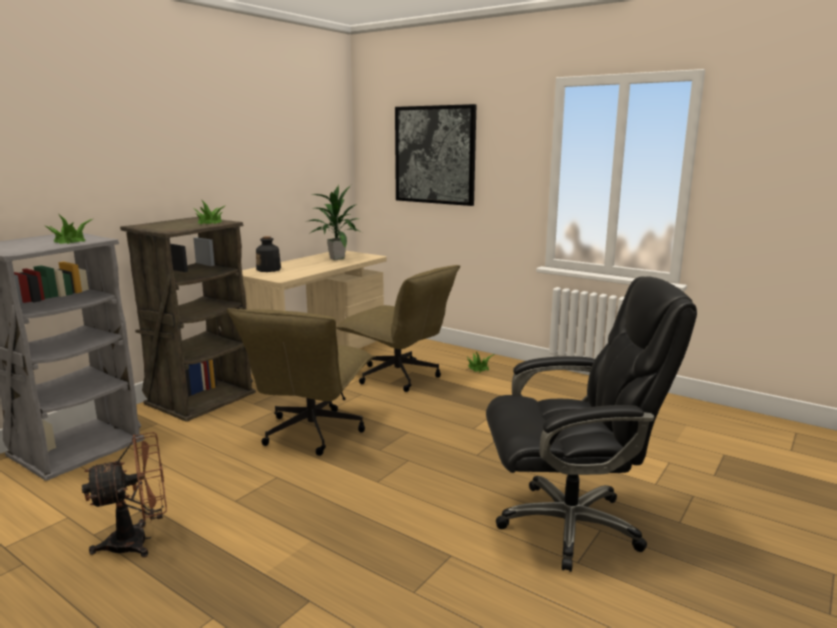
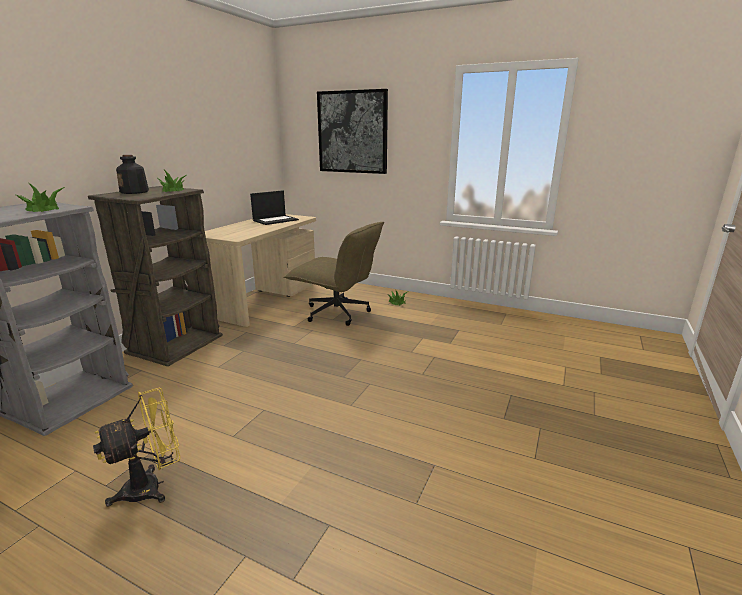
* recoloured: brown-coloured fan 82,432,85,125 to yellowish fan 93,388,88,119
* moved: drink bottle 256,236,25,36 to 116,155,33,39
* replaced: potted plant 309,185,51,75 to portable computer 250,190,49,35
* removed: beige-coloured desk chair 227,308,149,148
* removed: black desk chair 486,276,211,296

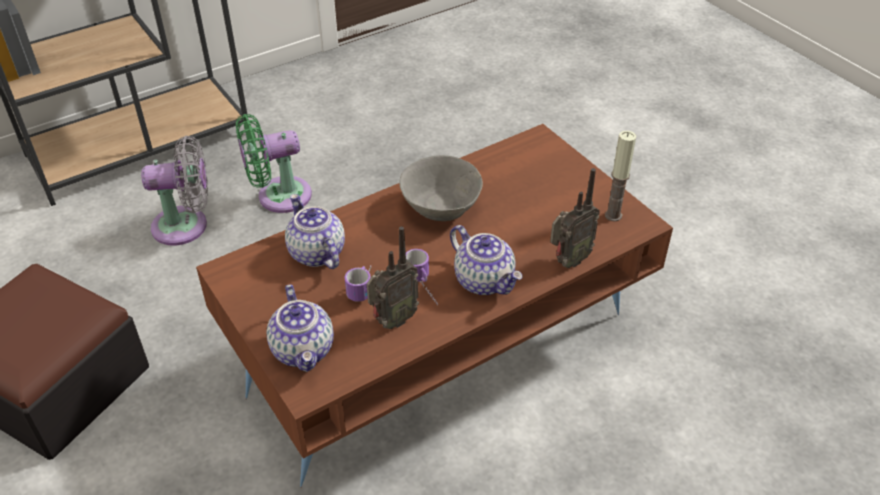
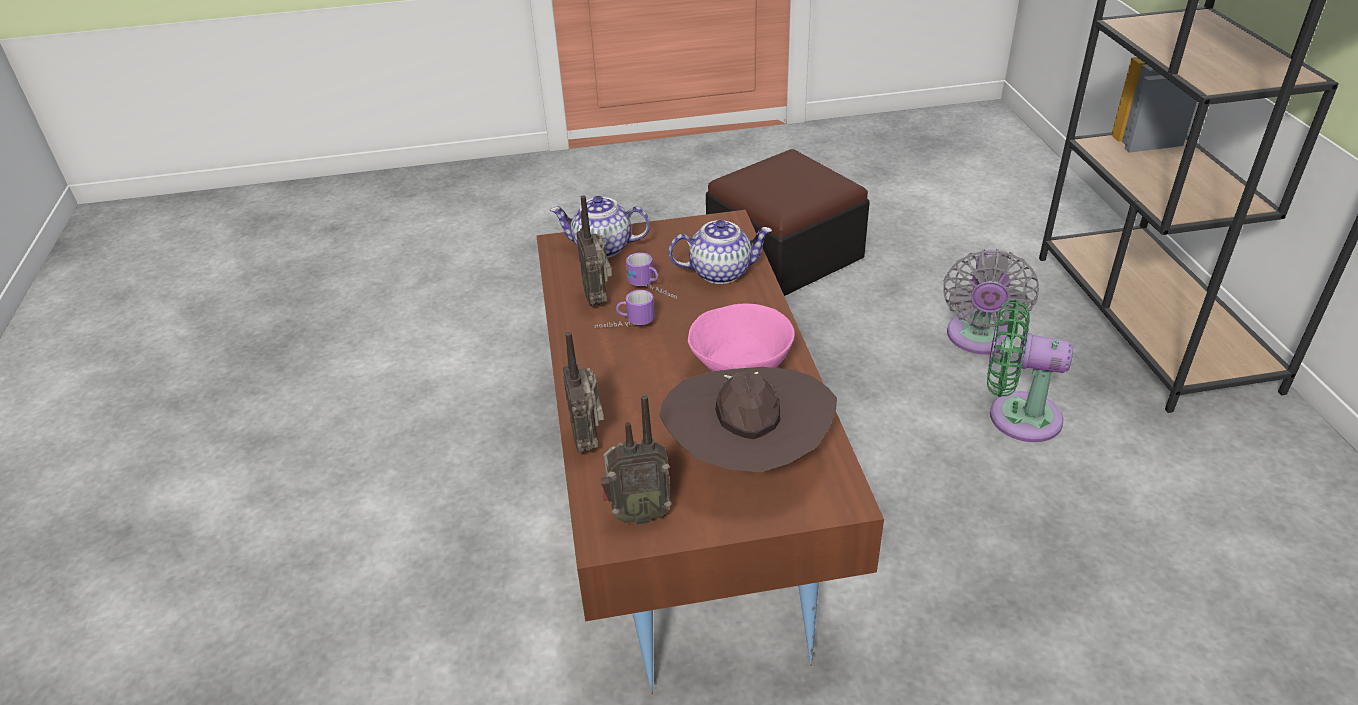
* replaced: wax candle 605,131,31,90 to radio 601,395,71,130
* added: brown-coloured hat 659,367,178,105
* recoloured: greyish serving bowl 399,155,84,66 to pink-coloured serving bowl 688,304,107,67
* turned: green-coloured fan 236,114,76,99 = 987,300,86,142 75 degrees counterclockwise
* removed: teapot 450,225,72,70

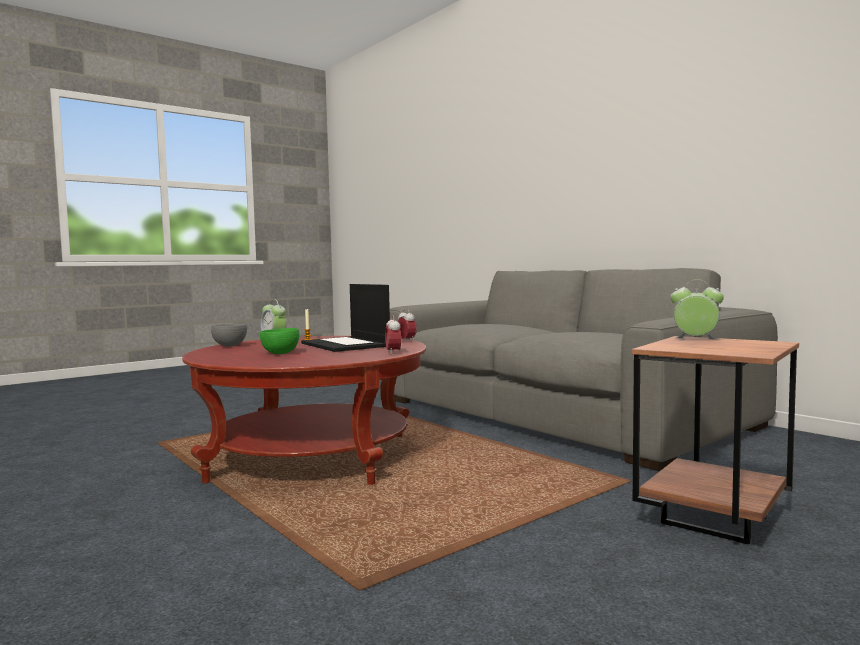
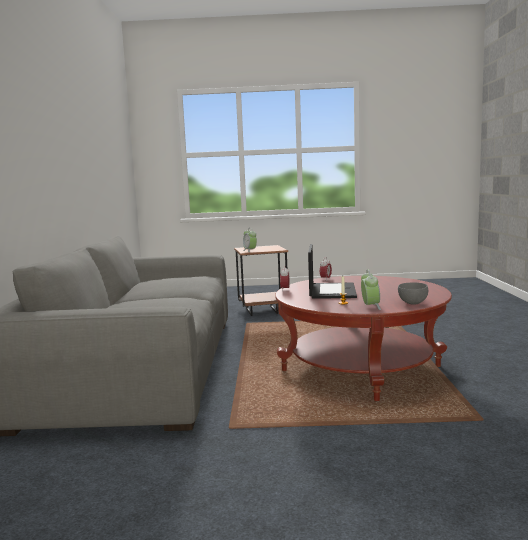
* removed: green-coloured serving bowl 260,328,39,26

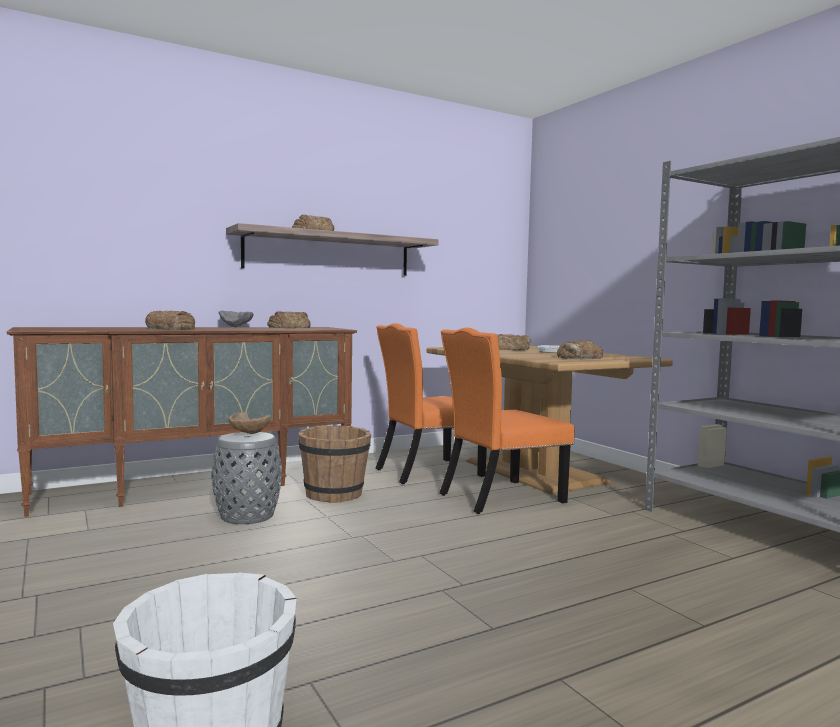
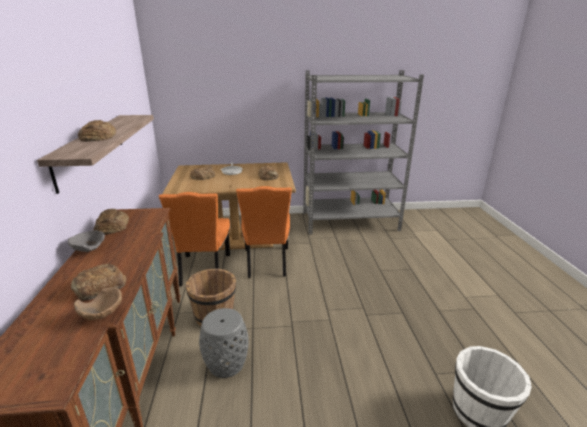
* moved: brown-coloured serving bowl 228,412,43,22 to 74,287,48,33

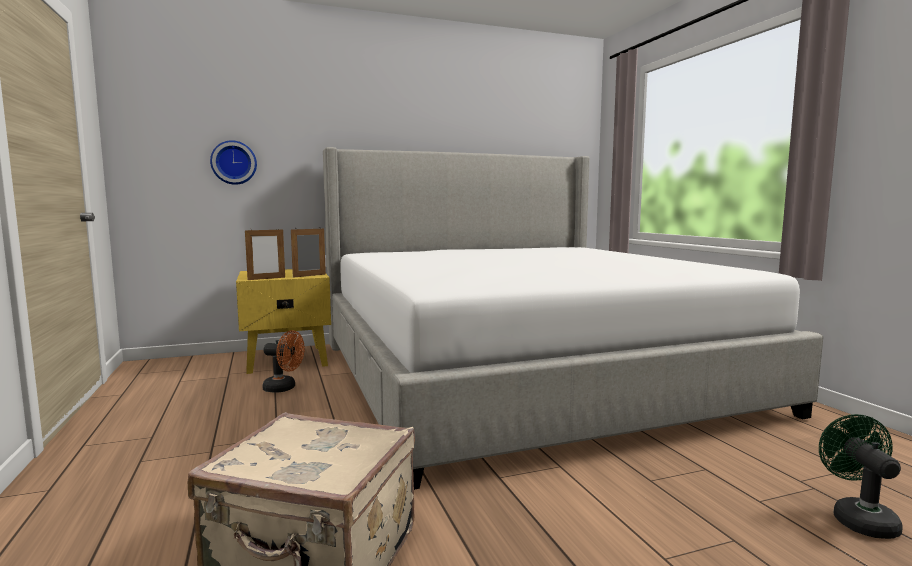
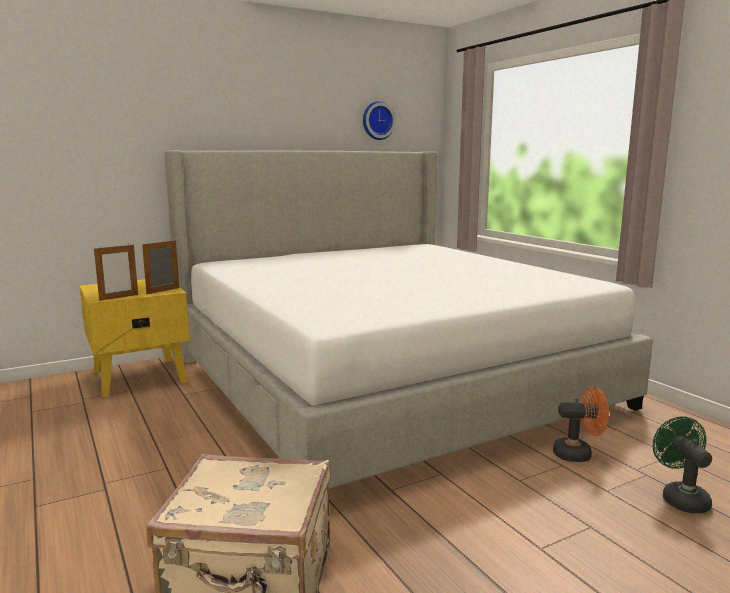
* moved: wall clock 210,140,47,45 to 363,101,32,39
* moved: orange fan 262,330,43,63 to 553,386,56,76

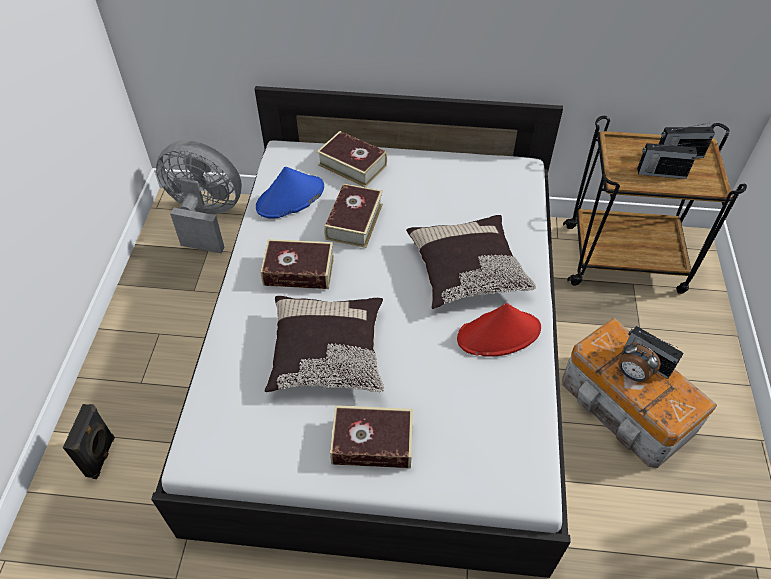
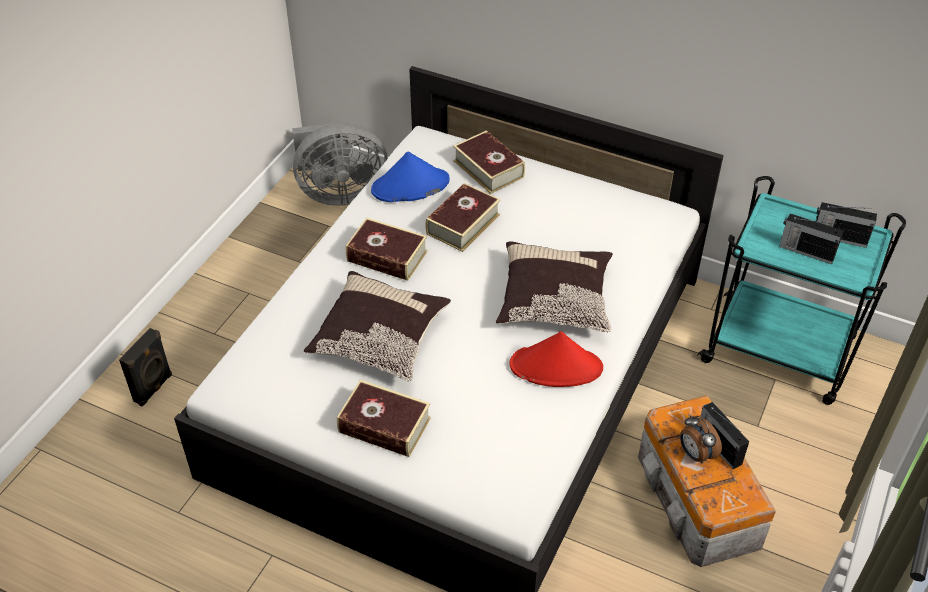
* turned: greyish fan 156,140,86,113 = 292,123,96,83 135 degrees clockwise
* recoloured: brown-coloured trolley 563,116,184,178 to turquoise trolley 697,176,209,229

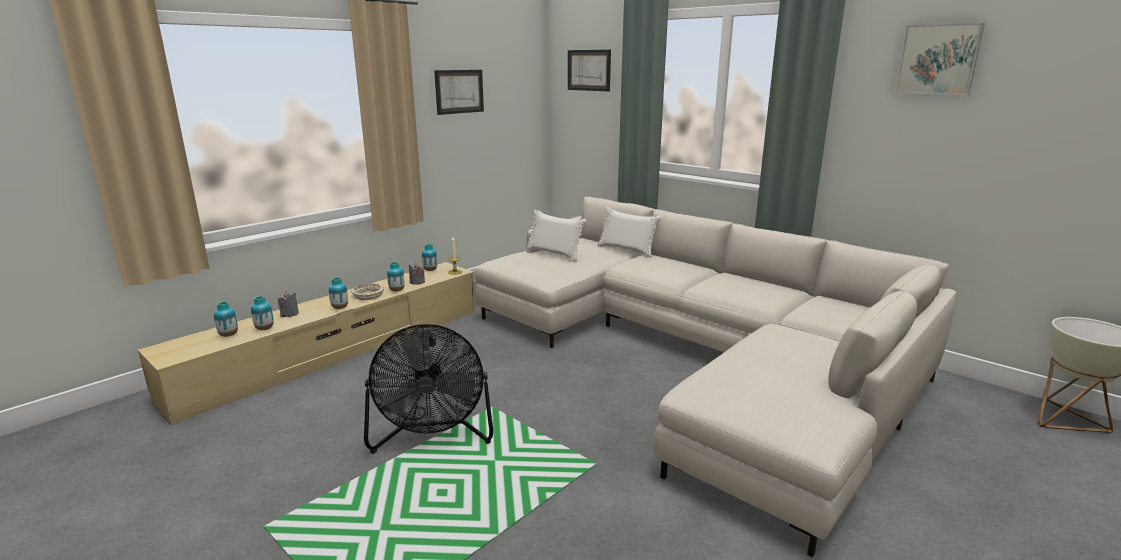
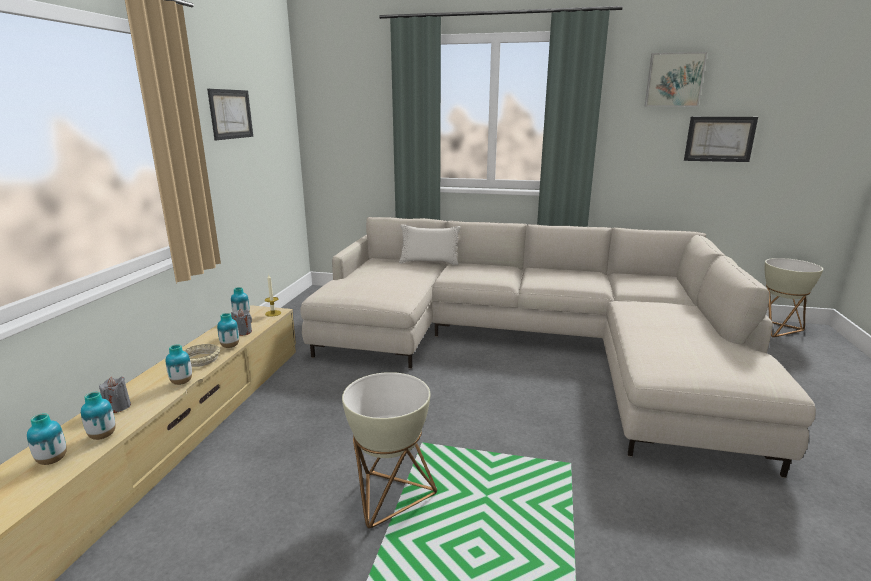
* replaced: black fan 364,324,129,130 to flower pot 342,372,95,156
* moved: wall picture 568,50,43,42 to 684,117,74,45
* removed: whitish pillow 526,210,60,52

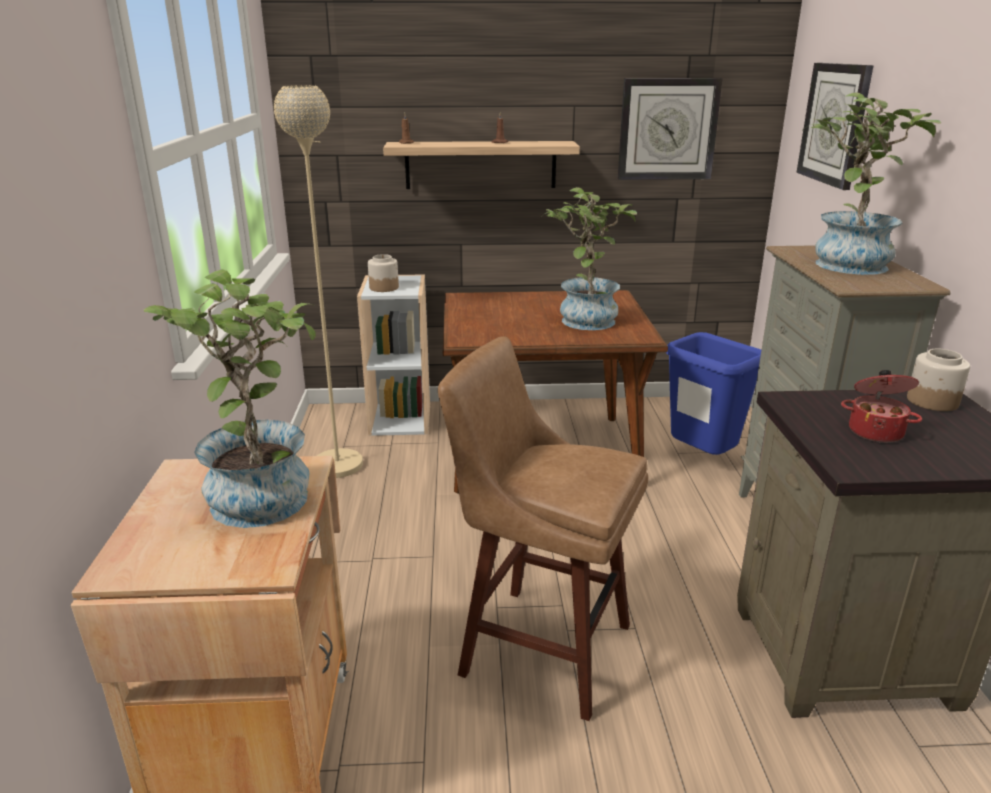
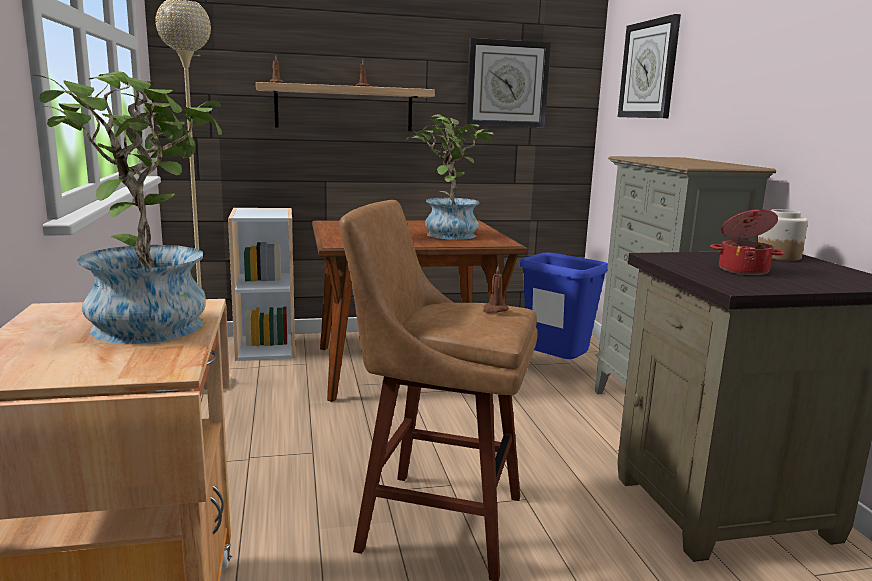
* added: brown-coloured wax candle 483,265,26,48
* removed: jar 368,254,31,38
* removed: potted plant 802,92,139,183

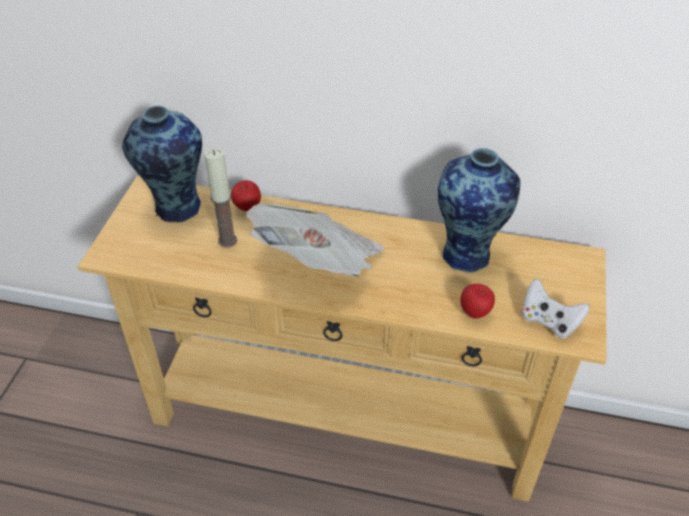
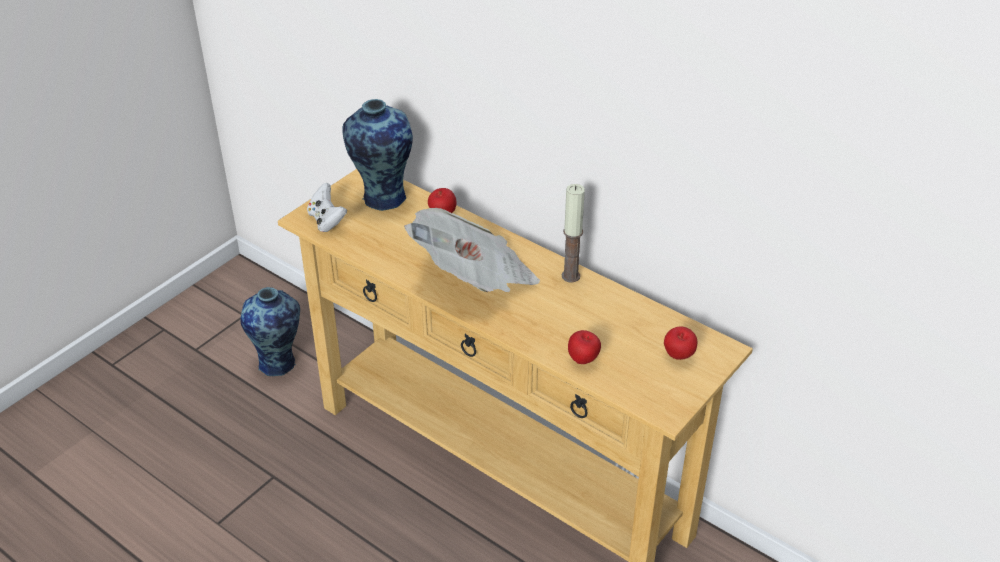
* moved: flower vase 437,148,83,126 to 240,287,60,89
* moved: whitish gamepad 522,278,68,60 to 307,183,40,49
* moved: wax candle 205,148,32,99 to 562,184,23,98
* added: apple fruit 664,327,34,33

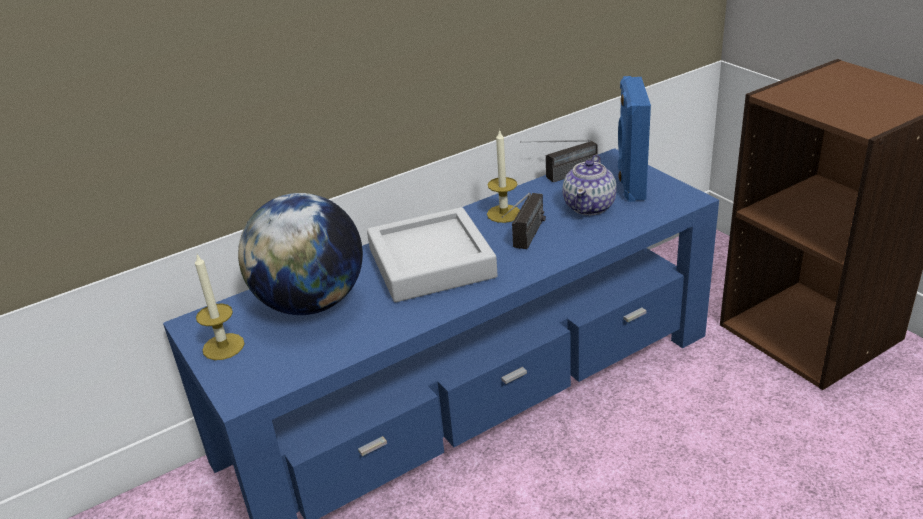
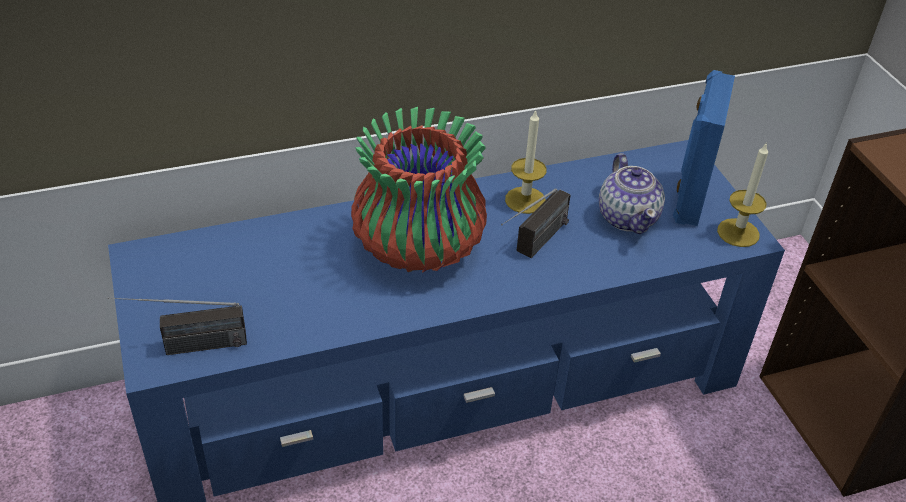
* moved: radio 520,139,78,43 to 107,297,140,58
* replaced: greyish tray 367,207,131,95 to flower vase 351,107,136,165
* turned: teapot 562,155,55,60 = 599,153,66,81 45 degrees counterclockwise
* moved: wax candle 195,254,50,106 to 717,142,51,105
* removed: world globe 238,193,125,122

